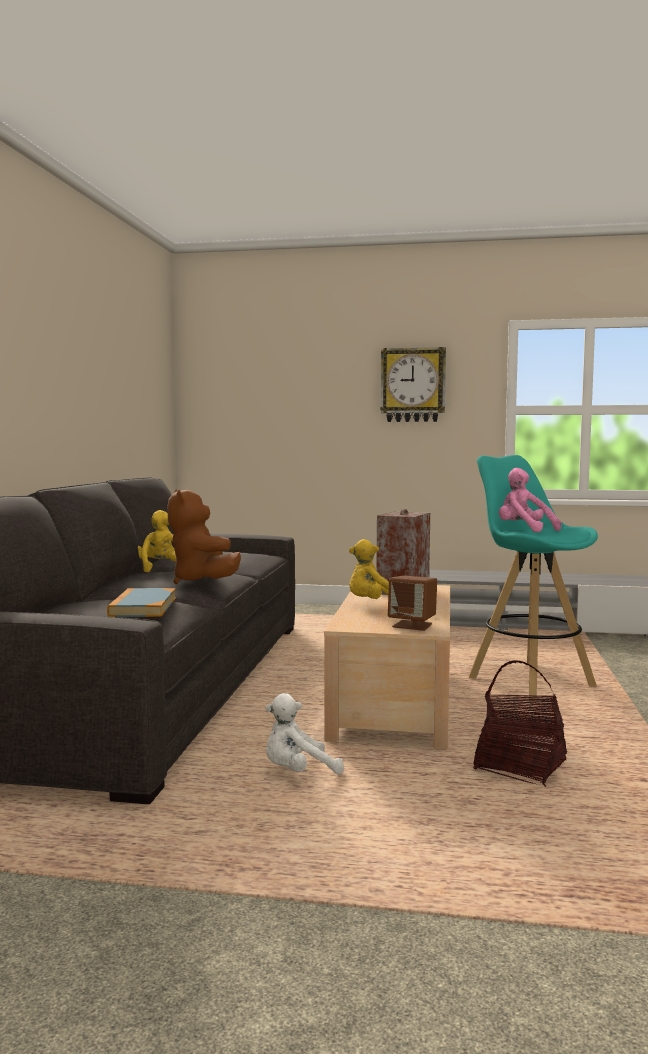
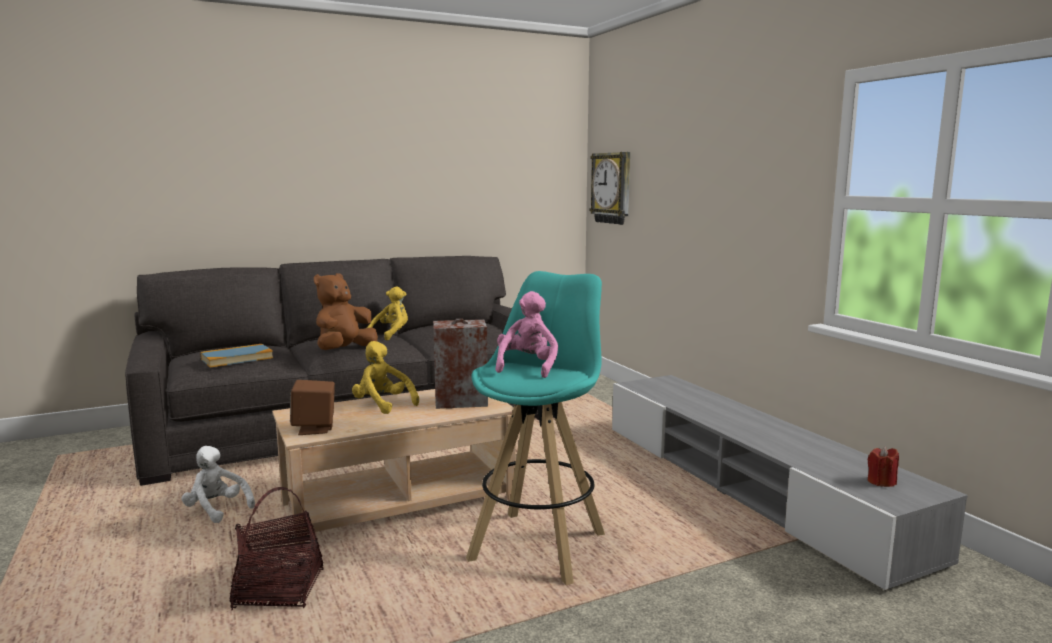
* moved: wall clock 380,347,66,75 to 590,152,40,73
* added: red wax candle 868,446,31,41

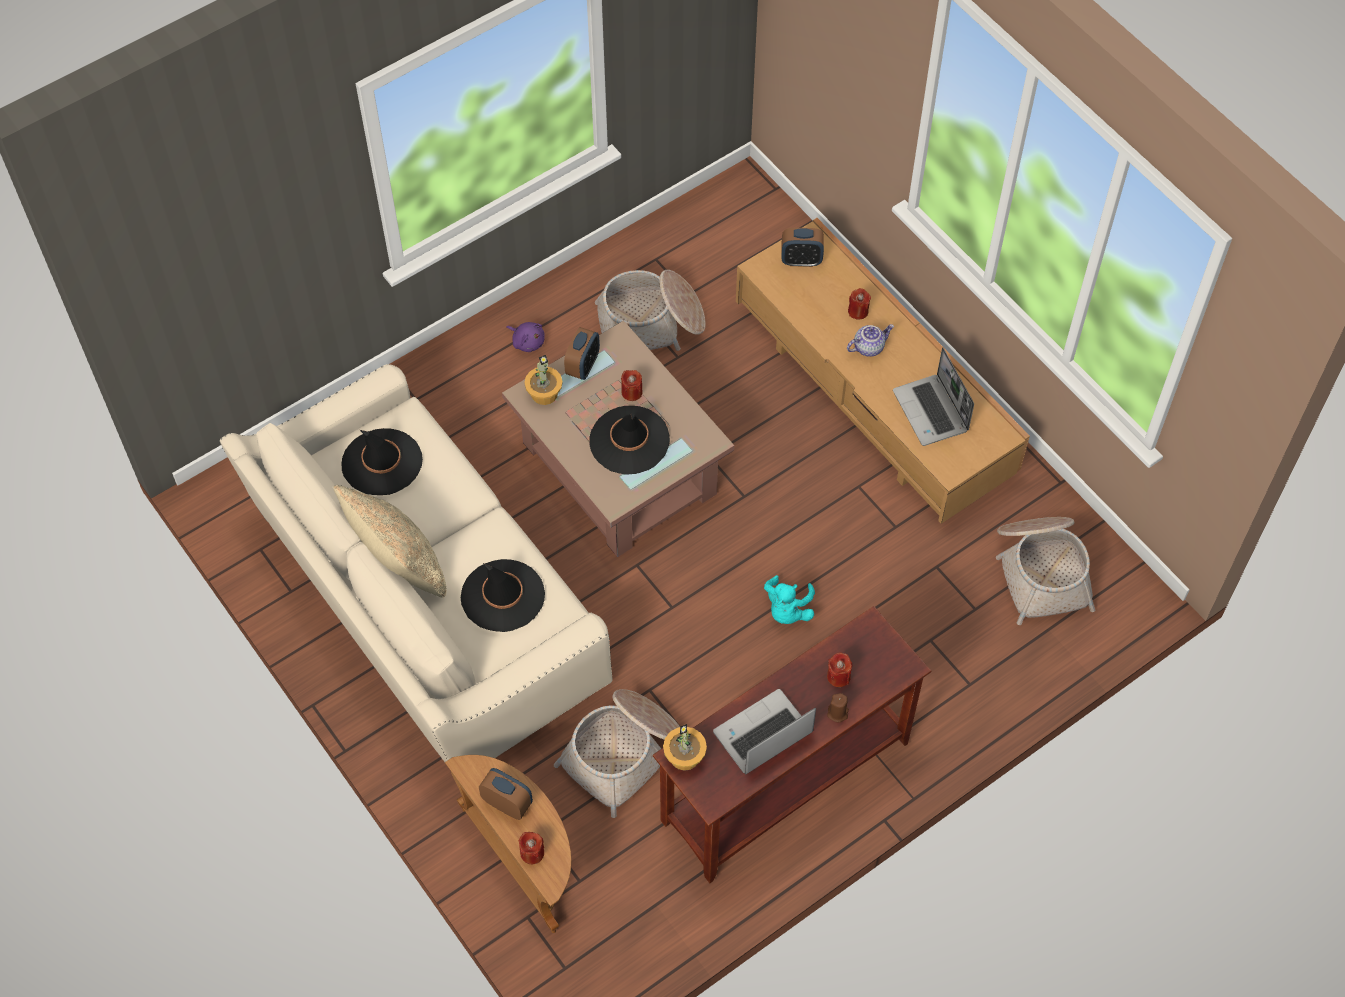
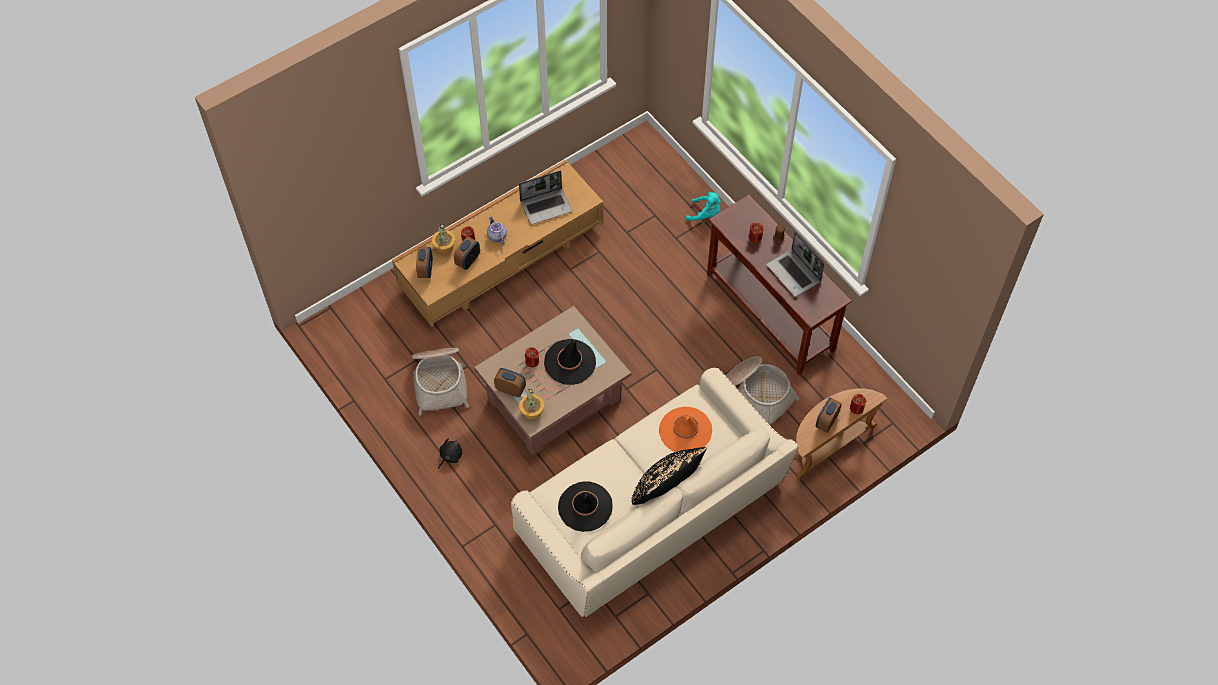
* moved: potted plant 663,724,44,47 to 432,224,23,30
* recoloured: purple-coloured plush toy 506,322,39,30 to black plush toy 438,438,24,31
* added: bedside clock 454,237,26,33
* recoloured: beige-coloured pillow 333,485,114,113 to black pillow 632,447,75,58
* recoloured: black hat 461,559,84,73 to orange hat 659,407,53,45
* moved: turquoise plush toy 764,575,51,49 to 686,192,35,29
* removed: basket 996,517,99,108

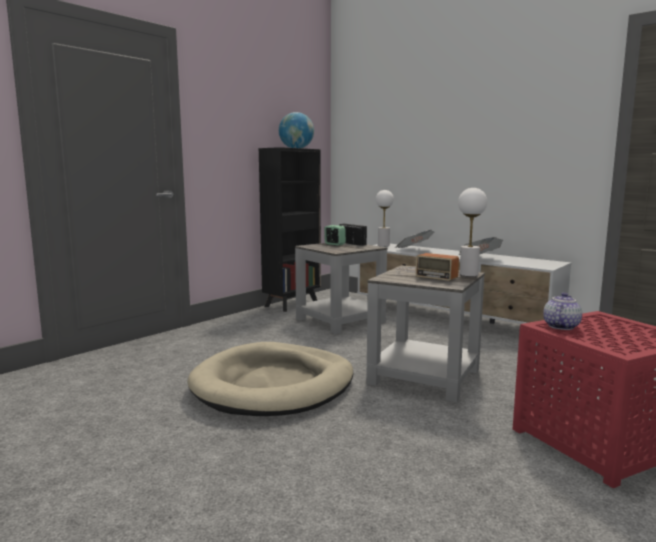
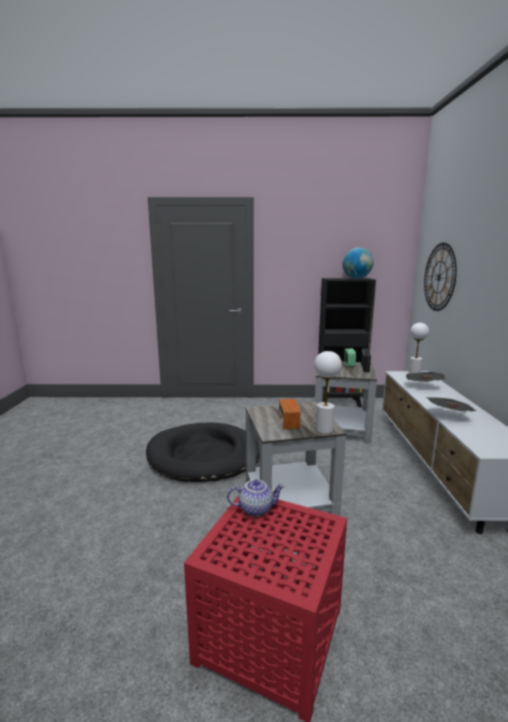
* recoloured: beige-coloured pet bed 187,342,166,74 to black pet bed 146,422,114,60
* added: wall clock 424,243,33,68

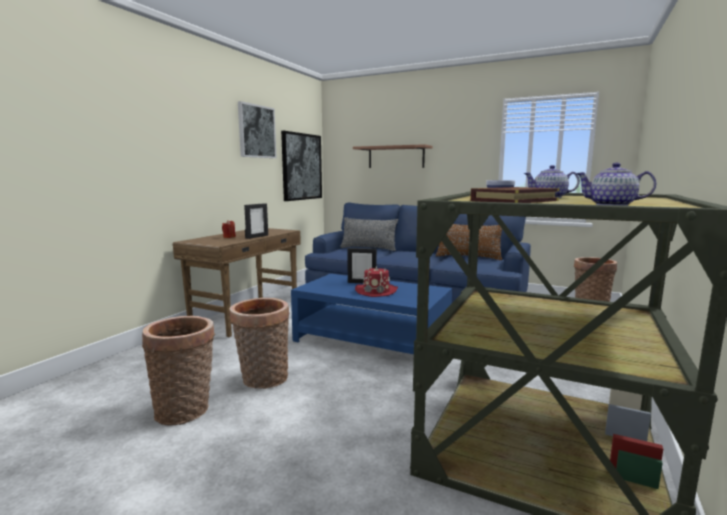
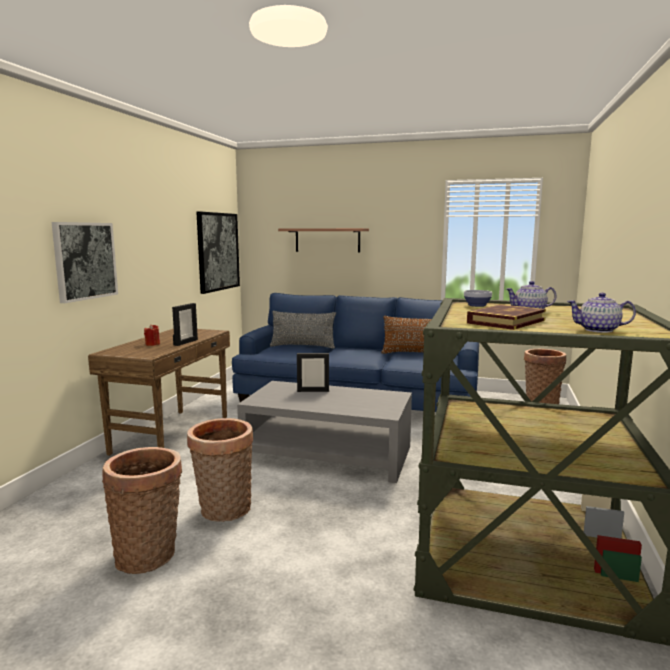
* moved: wall picture 238,101,39,57 to 52,222,66,81
* recoloured: blue-coloured coffee table 291,274,161,80 to greyish coffee table 237,381,175,102
* removed: red hat 355,266,43,31

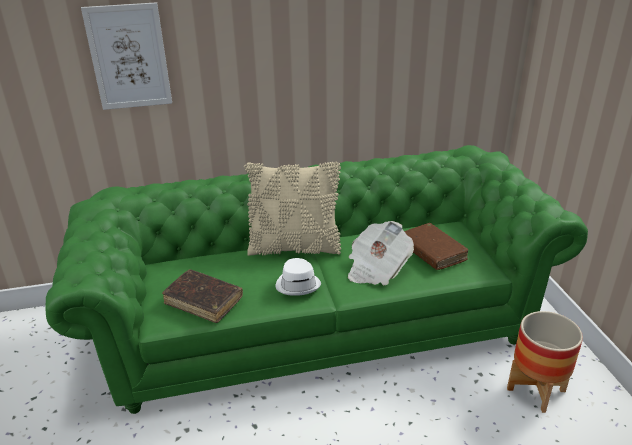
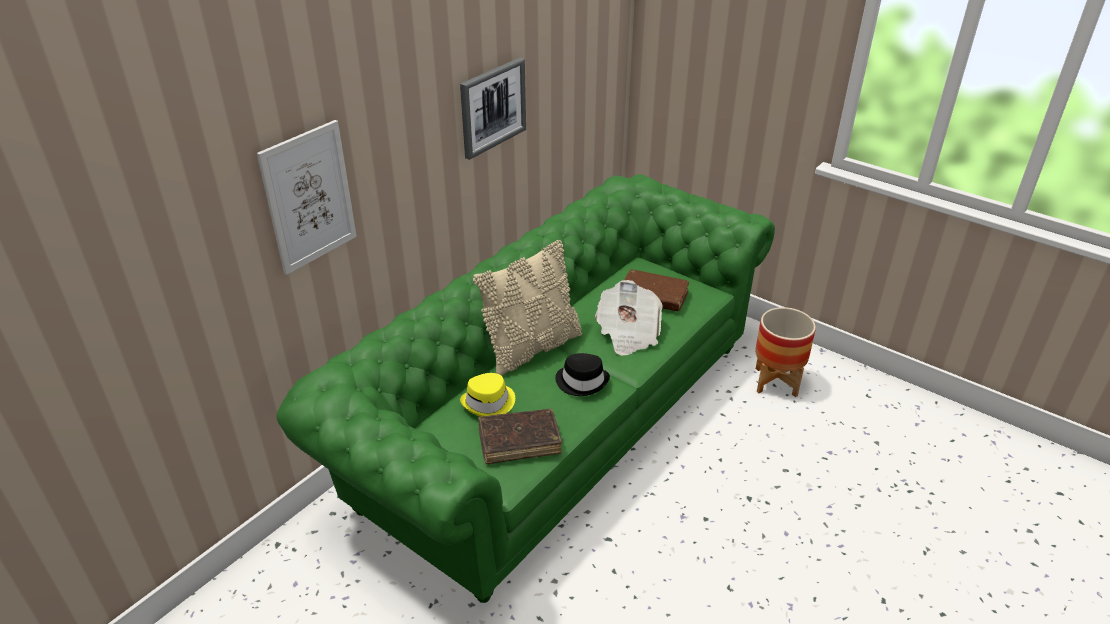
* added: wall picture 460,57,66,103
* added: yellowish hat 460,373,55,44
* recoloured: whitish hat 276,258,45,38 to black hat 555,353,55,43

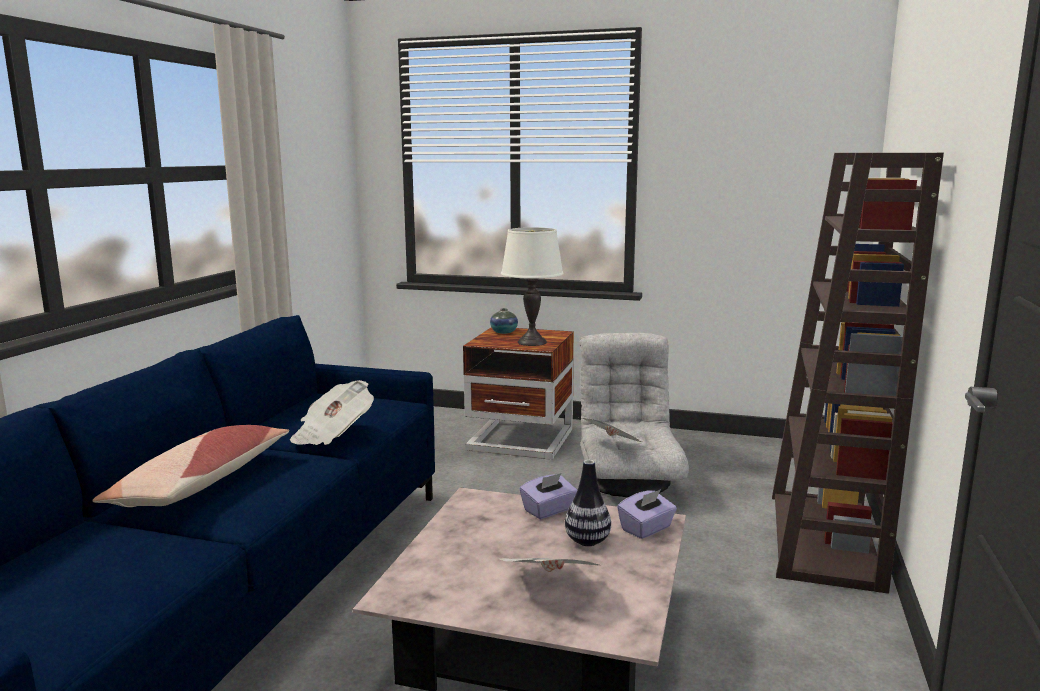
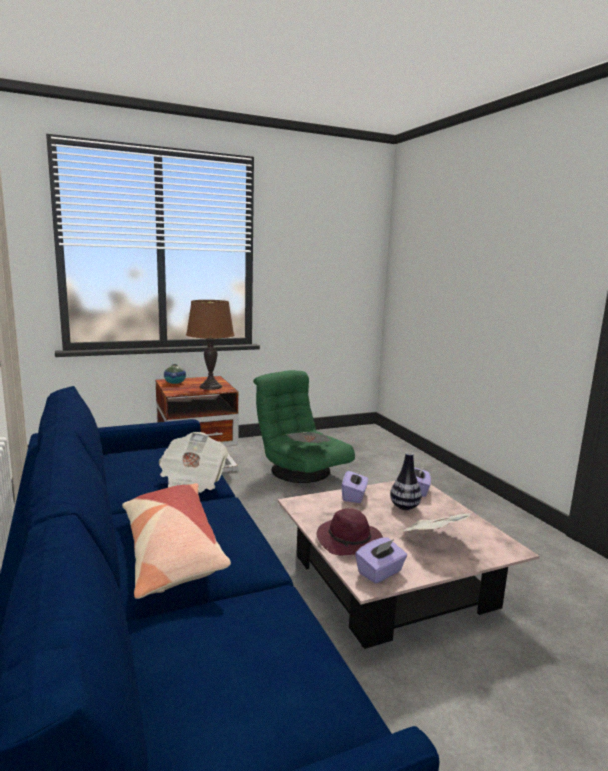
* recoloured: whitish table lamp 501,227,63,119 to brown-coloured table lamp 186,300,48,90
* recoloured: greyish easy chair 579,333,110,164 to green-coloured easy chair 253,370,102,113
* added: purple-coloured hat 316,508,67,47
* added: purple-coloured tissue holder 355,537,52,47
* removed: brown-coloured shelving unit 772,153,172,441

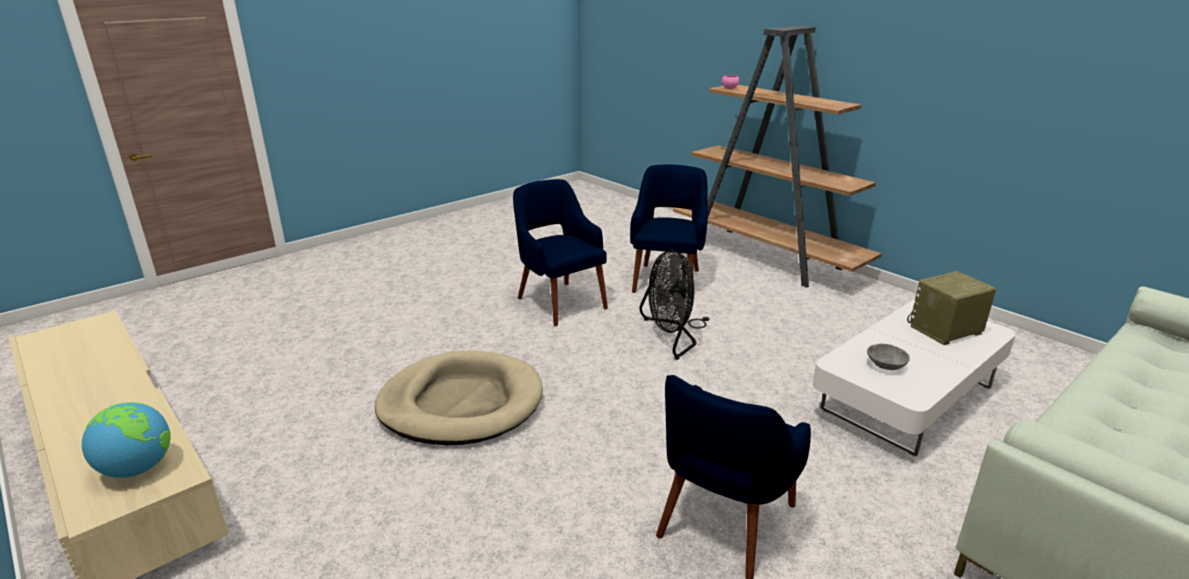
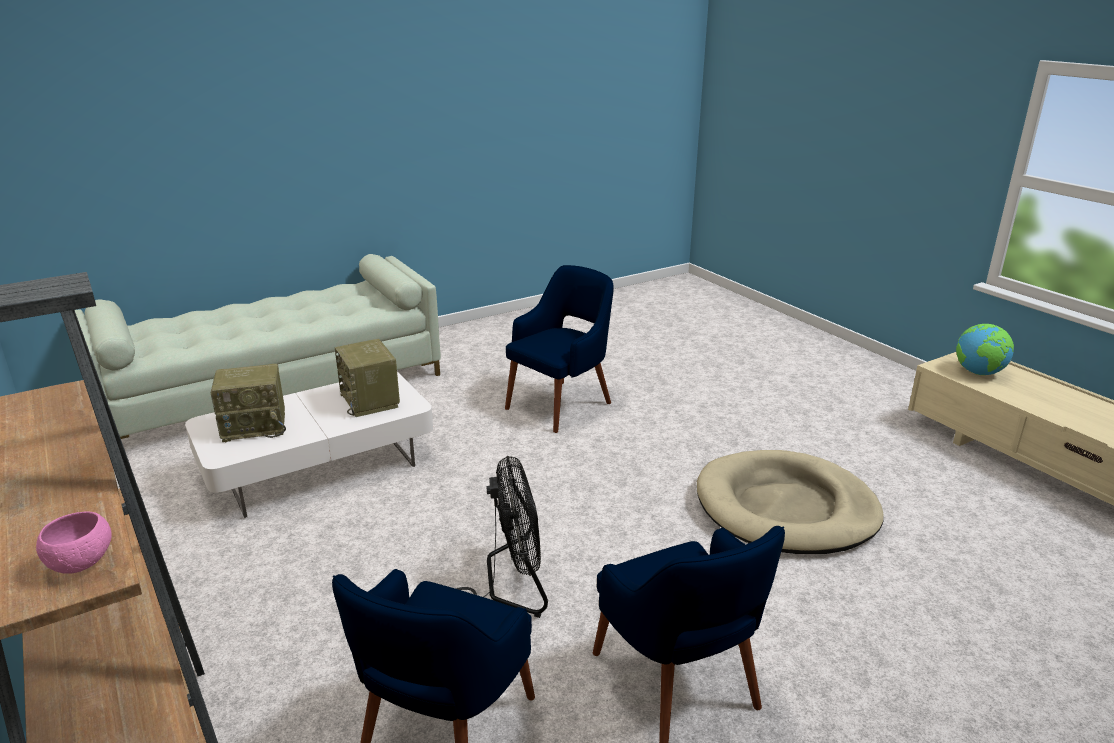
* replaced: greyish serving bowl 867,344,43,26 to radio 335,339,65,78

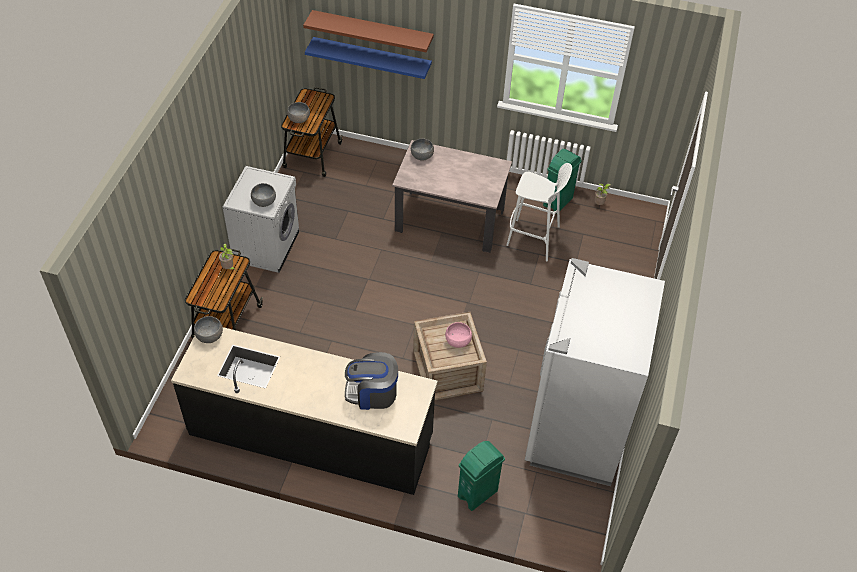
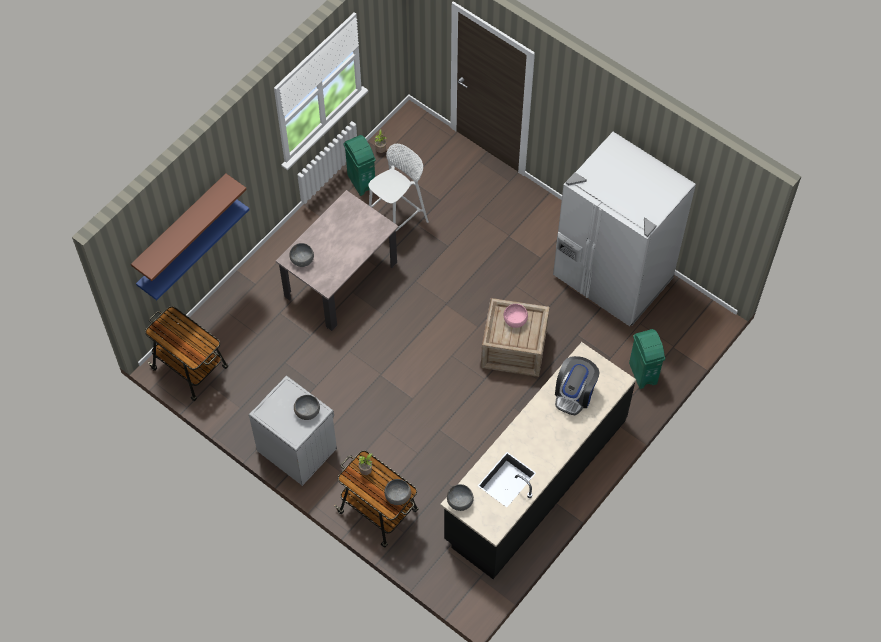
* moved: greyish serving bowl 287,102,23,21 to 384,479,27,26

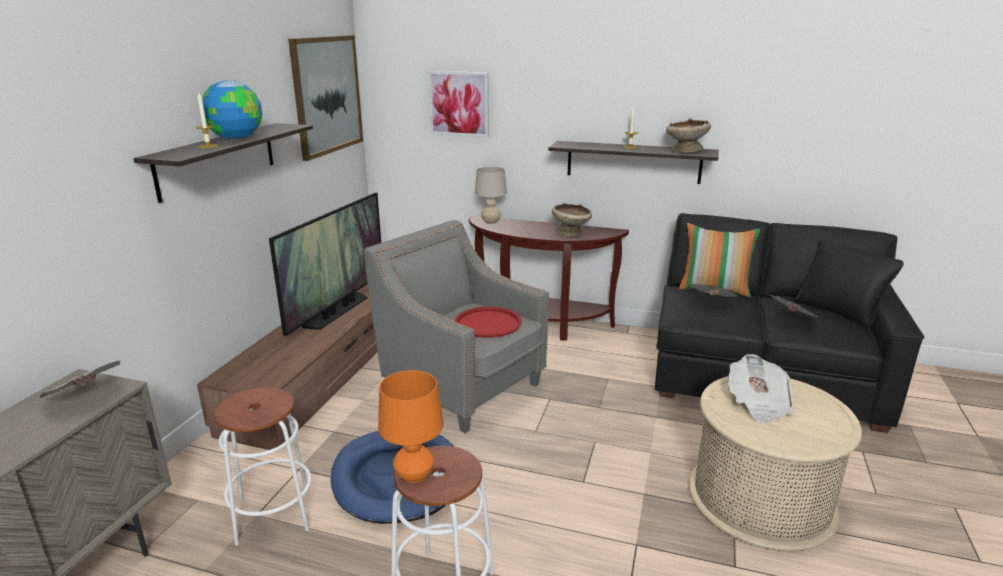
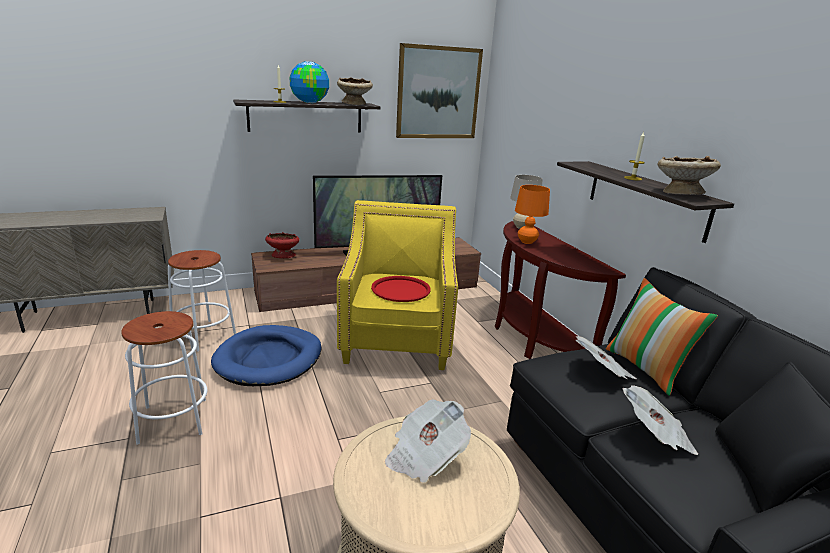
* added: red serving bowl 265,232,35,26
* moved: beige-coloured serving bowl 552,203,40,34 to 337,77,36,28
* recoloured: greyish easy chair 364,220,185,213 to yellowish easy chair 337,200,121,170
* moved: orange table lamp 378,370,66,113 to 515,185,35,59
* removed: printed paper 39,361,82,37
* removed: wall picture 428,71,61,66

